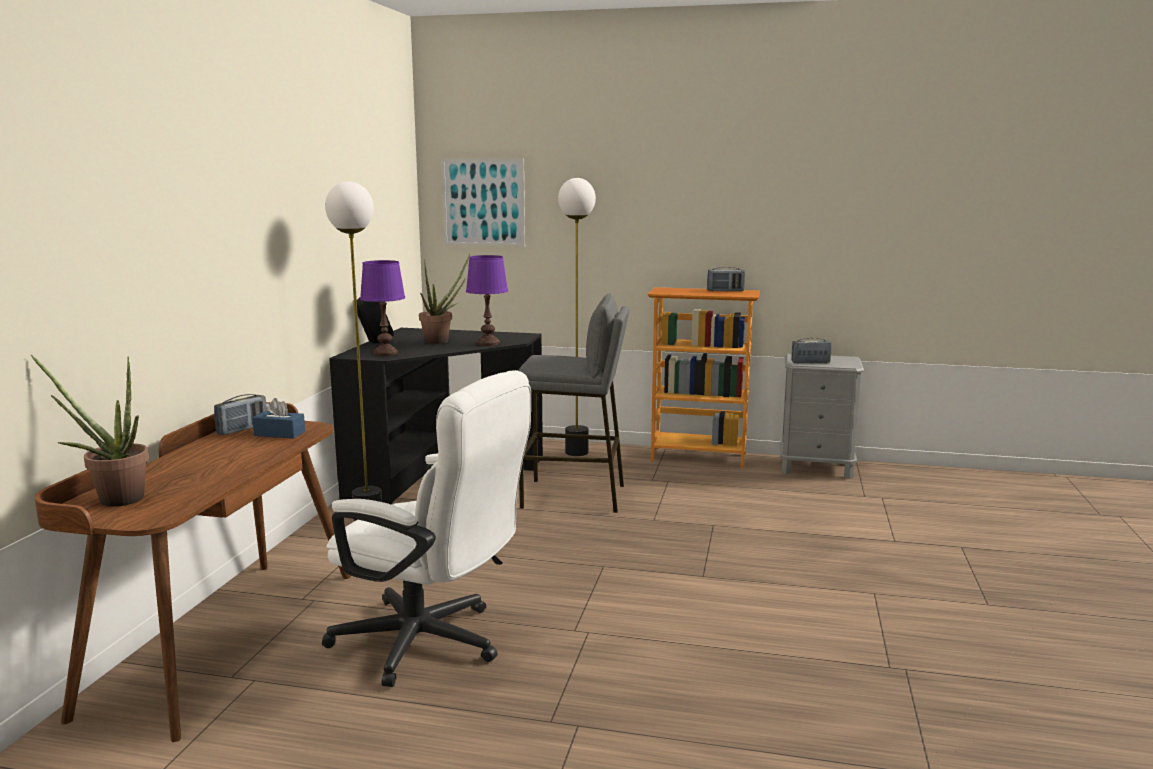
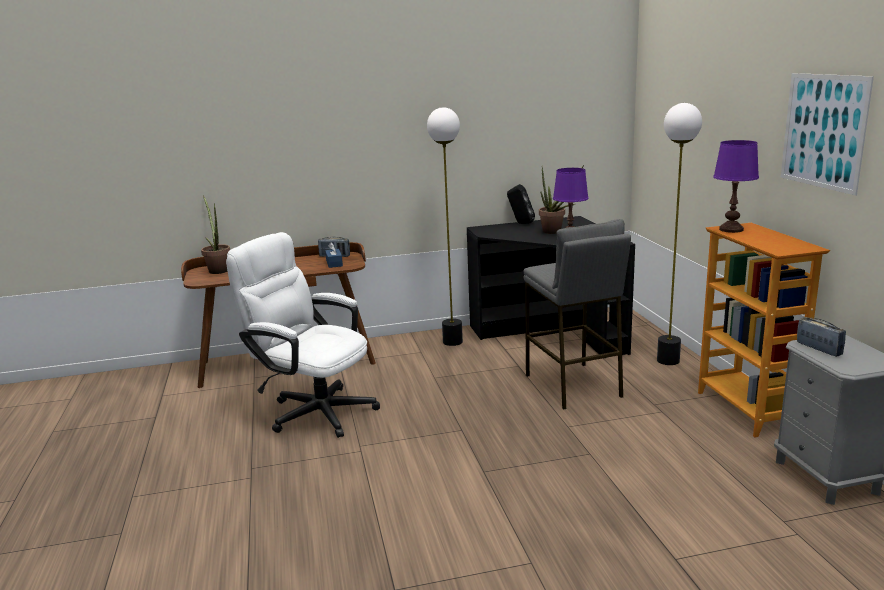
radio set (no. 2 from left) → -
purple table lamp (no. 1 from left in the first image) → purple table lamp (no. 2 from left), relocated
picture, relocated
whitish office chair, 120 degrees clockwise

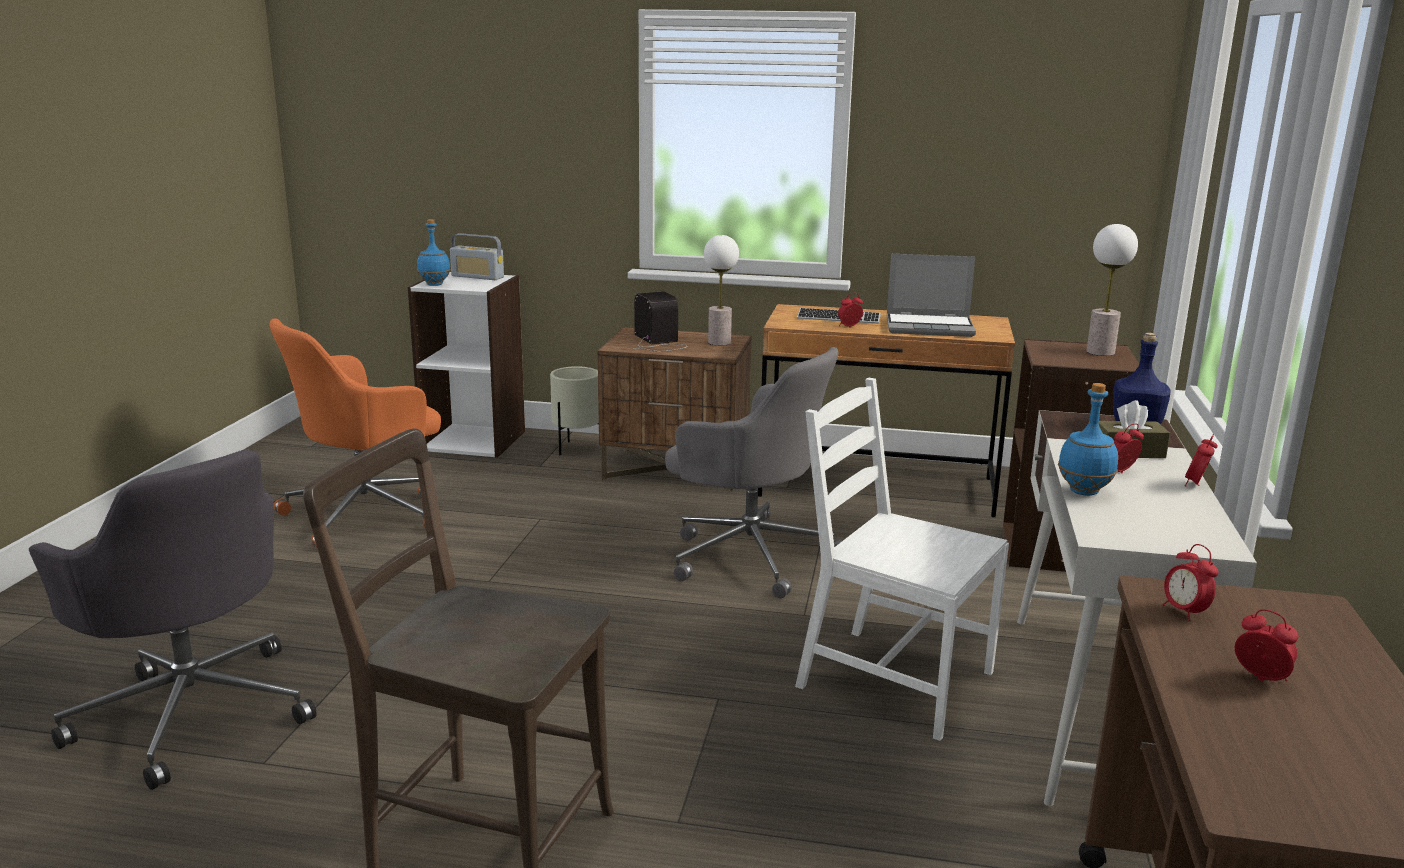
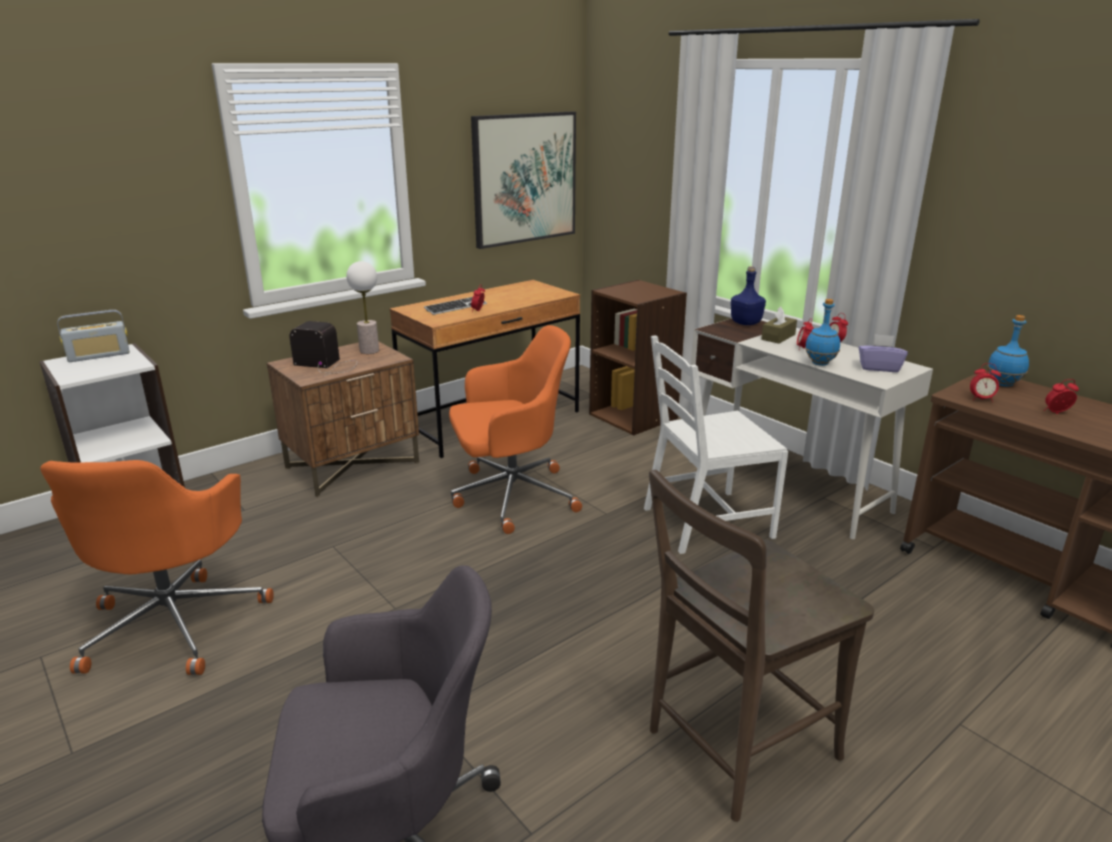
beige flower pot → -
laptop → -
table lamp (no. 2 from left) → -
- → picture
- → purple box of tissues
blue bottle (no. 1 from left in the first image) → blue bottle (no. 3 from left), relocated
gray office chair (no. 2 from left) → orangey office chair (no. 2 from left)

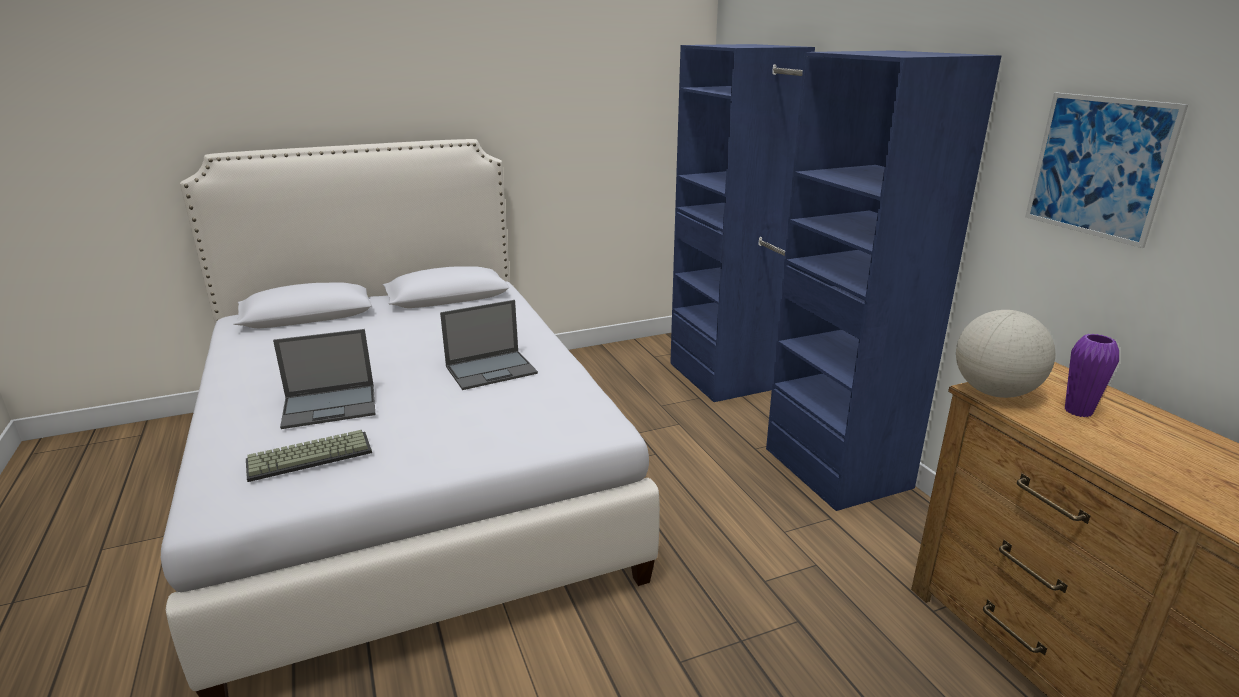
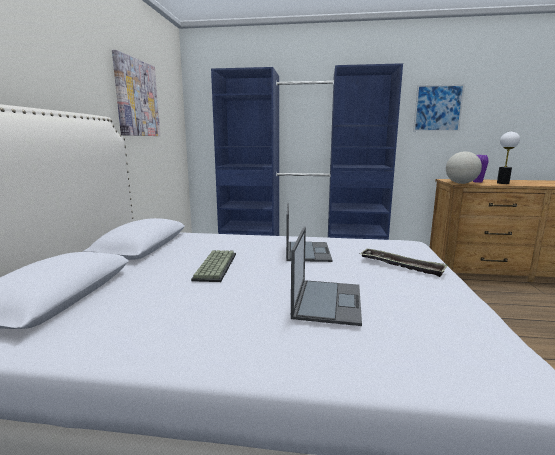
- → picture (no. 1 from left)
- → serving tray
- → table lamp
PC keyboard, relocated

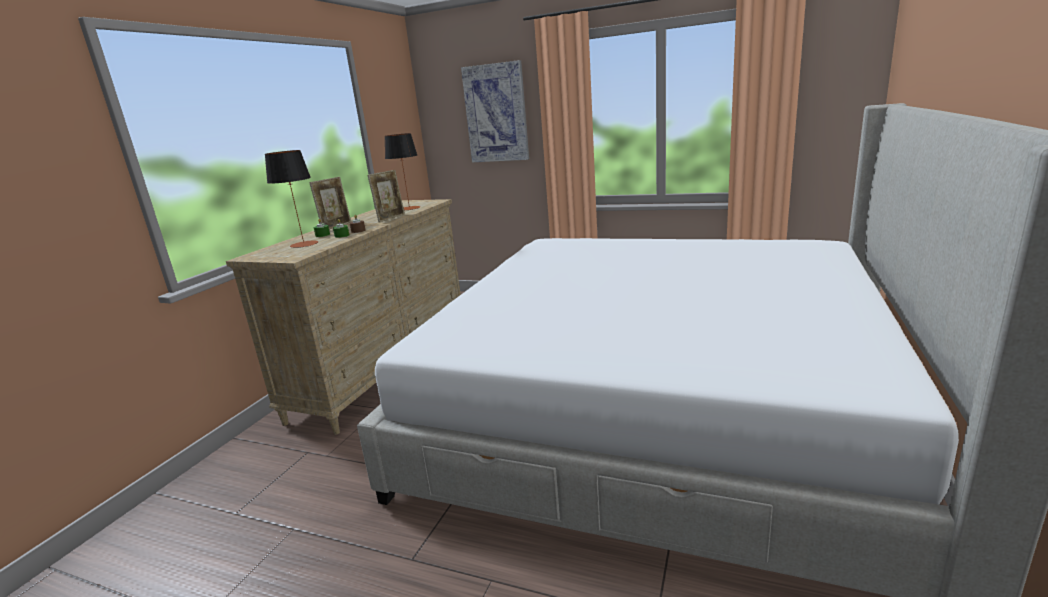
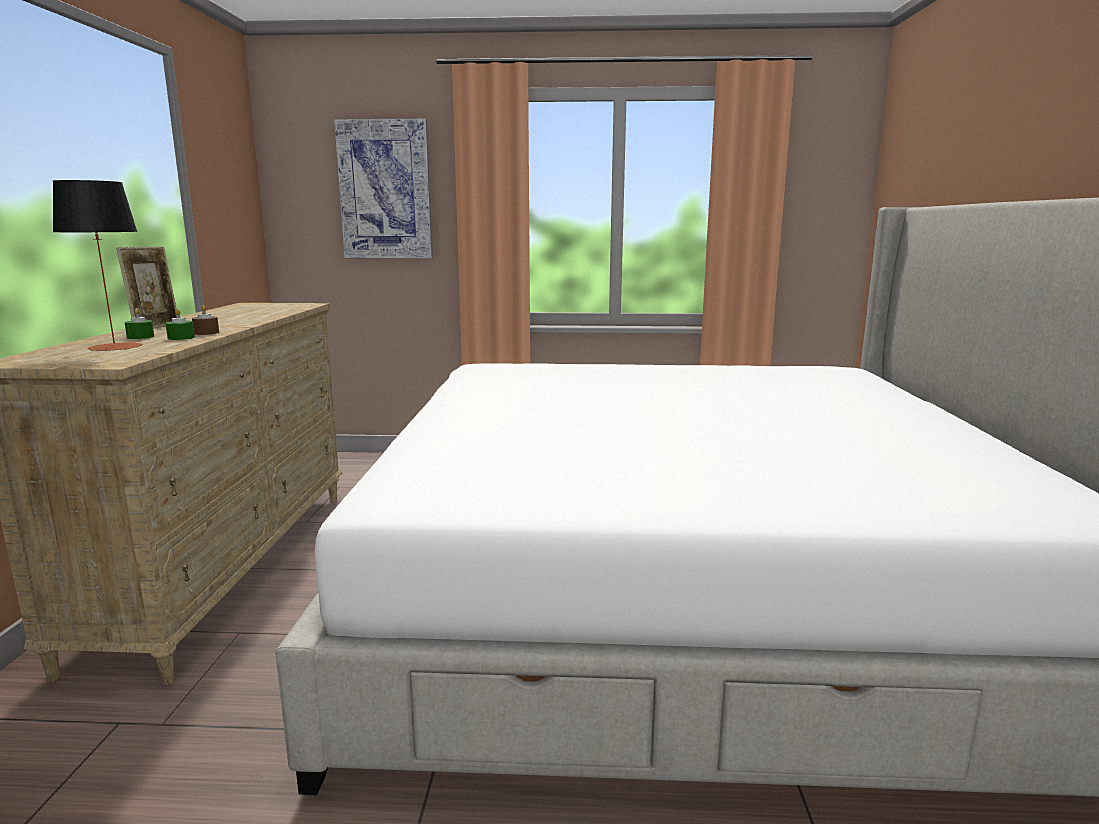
standing frame (no. 2 from left) → -
table lamp (no. 2 from left) → -

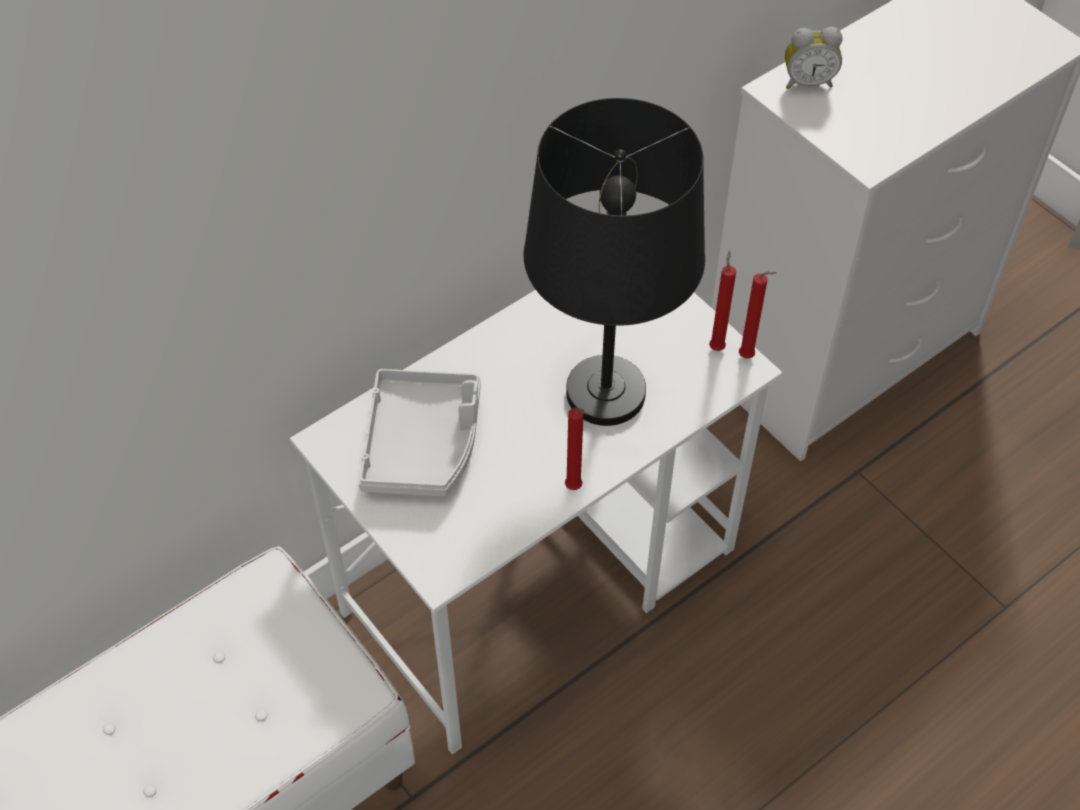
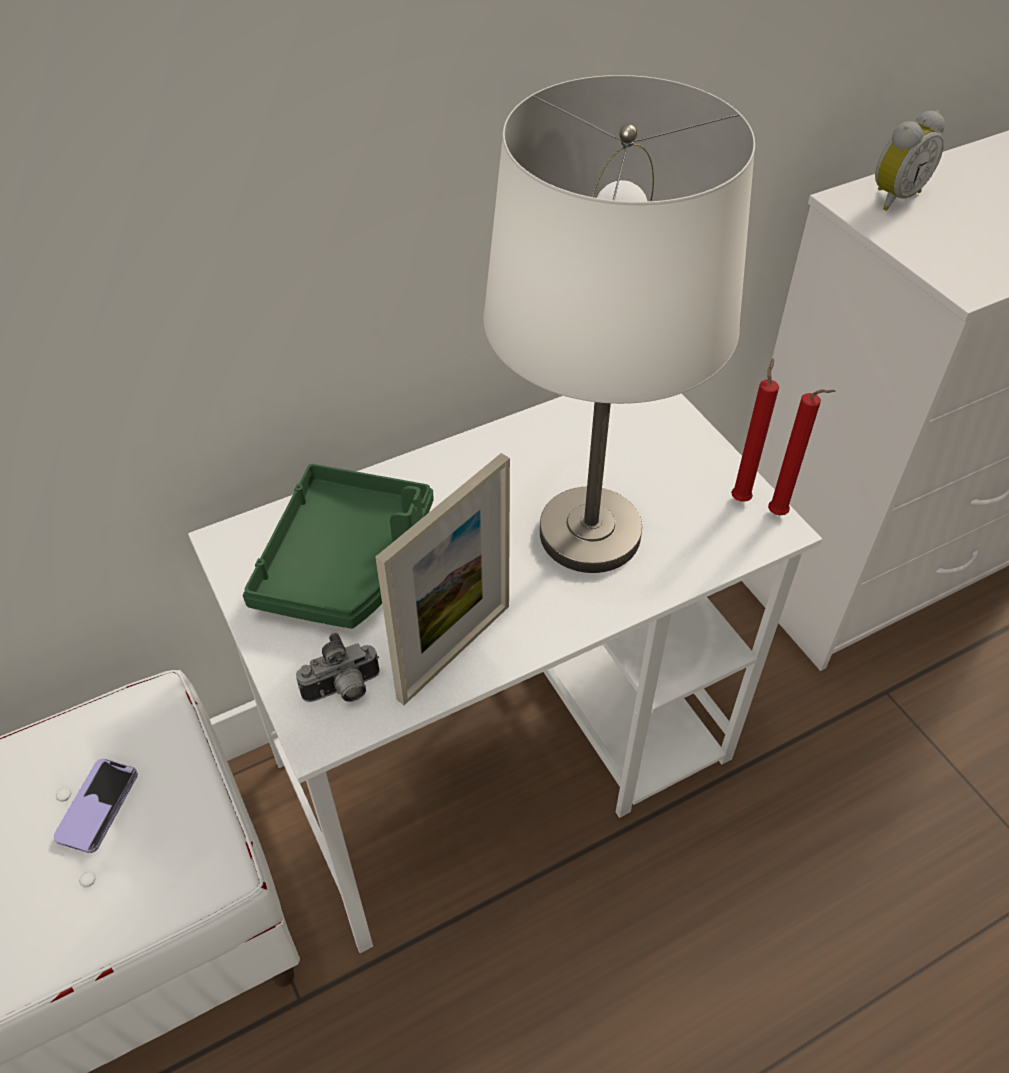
red candle (no. 1 from left) → -
- → handset
- → photo camera
- → standing frame
gray serving tray → green serving tray
black-coloured table lamp → whitish table lamp
alarm clock, 45 degrees counterclockwise

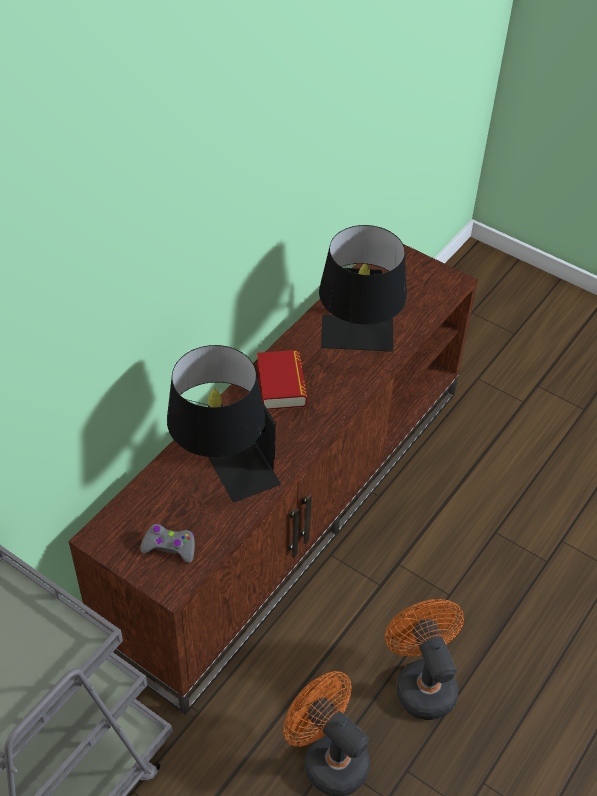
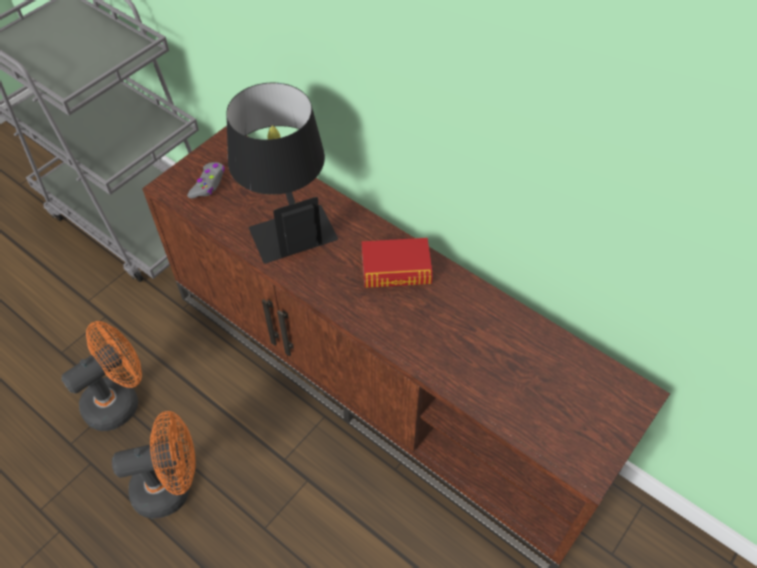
black-coloured table lamp (no. 2 from left) → -

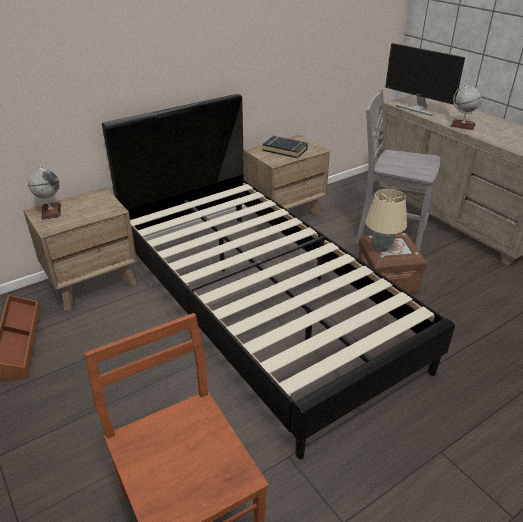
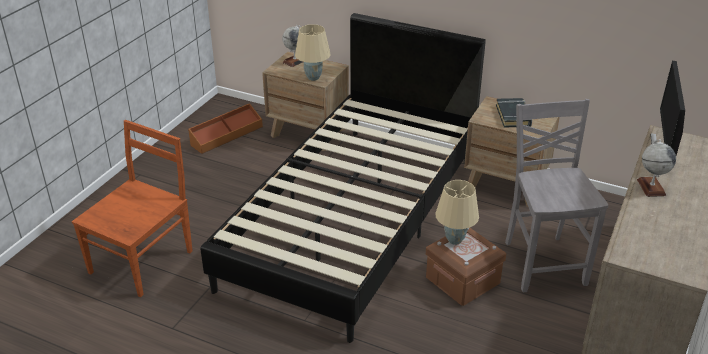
- → beige table lamp (no. 1 from left)

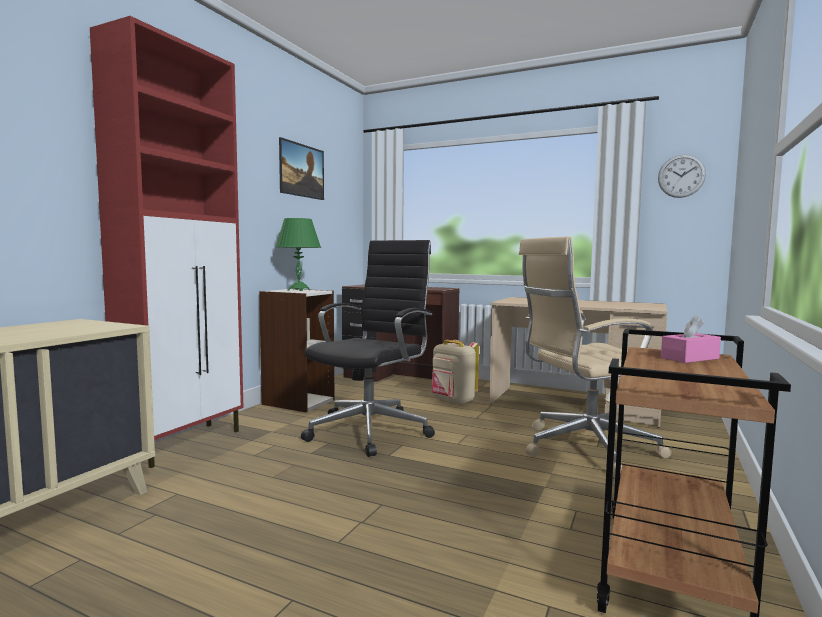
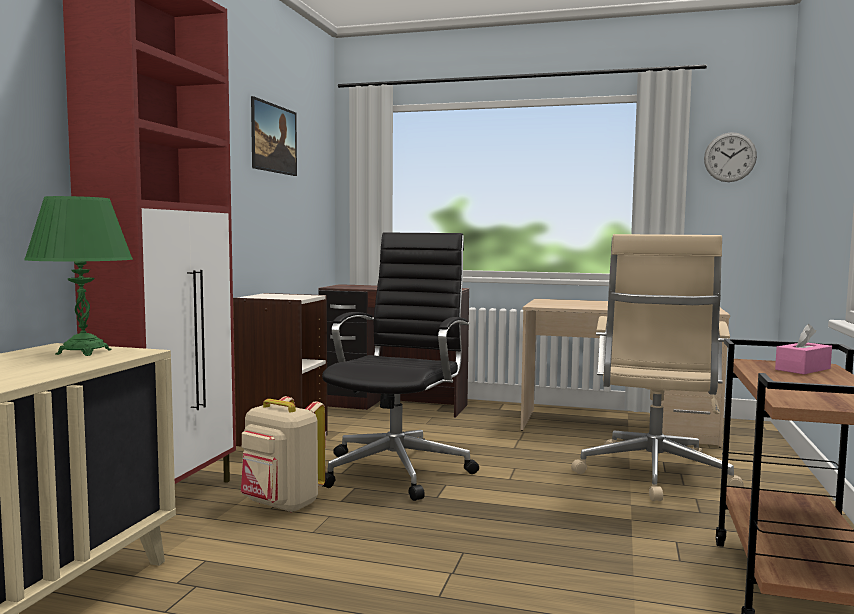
green table lamp, relocated
beige knapsack, relocated
beige office chair, 45 degrees counterclockwise

